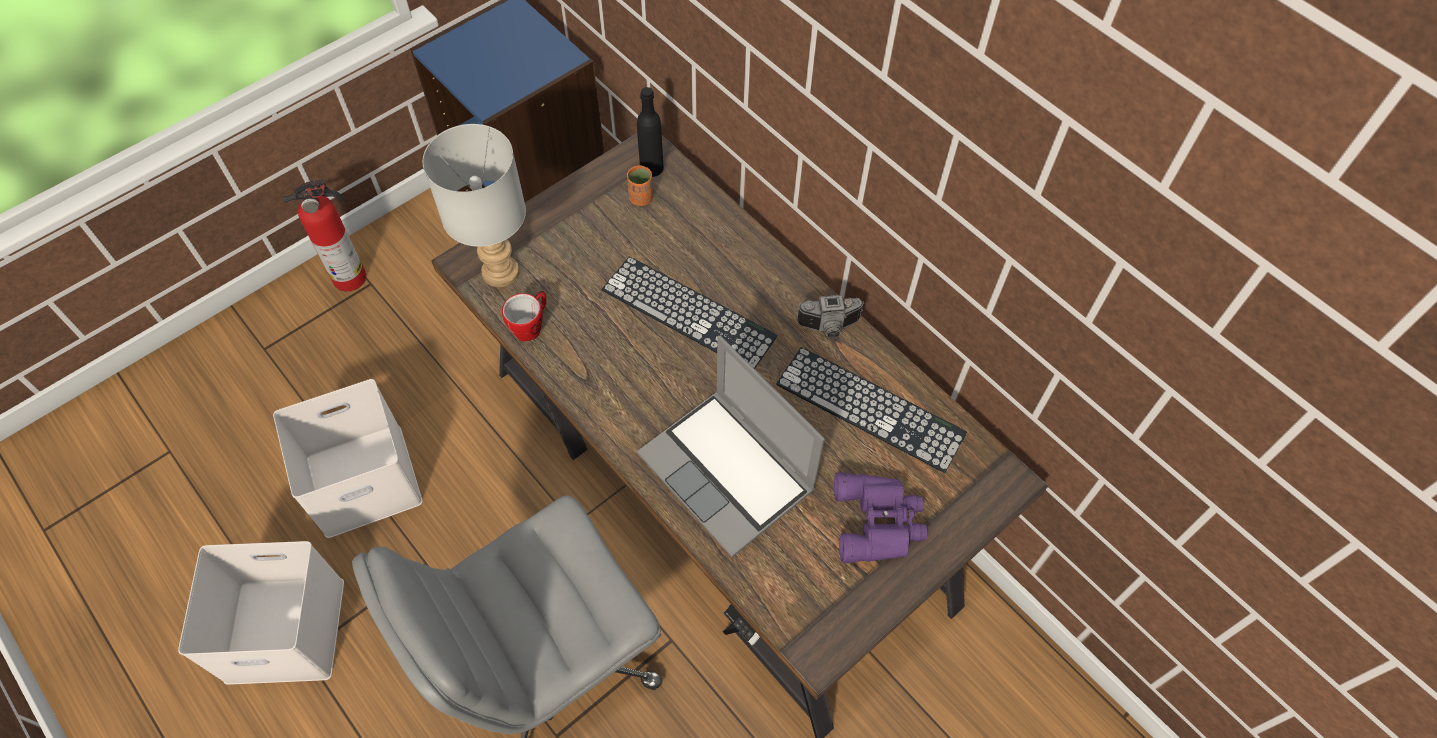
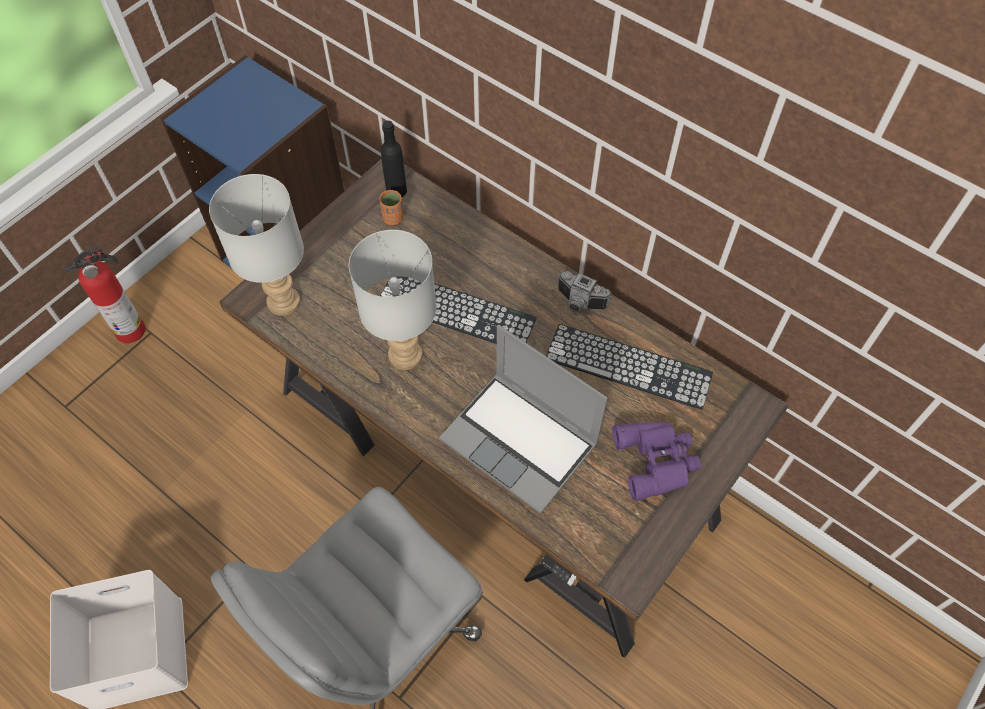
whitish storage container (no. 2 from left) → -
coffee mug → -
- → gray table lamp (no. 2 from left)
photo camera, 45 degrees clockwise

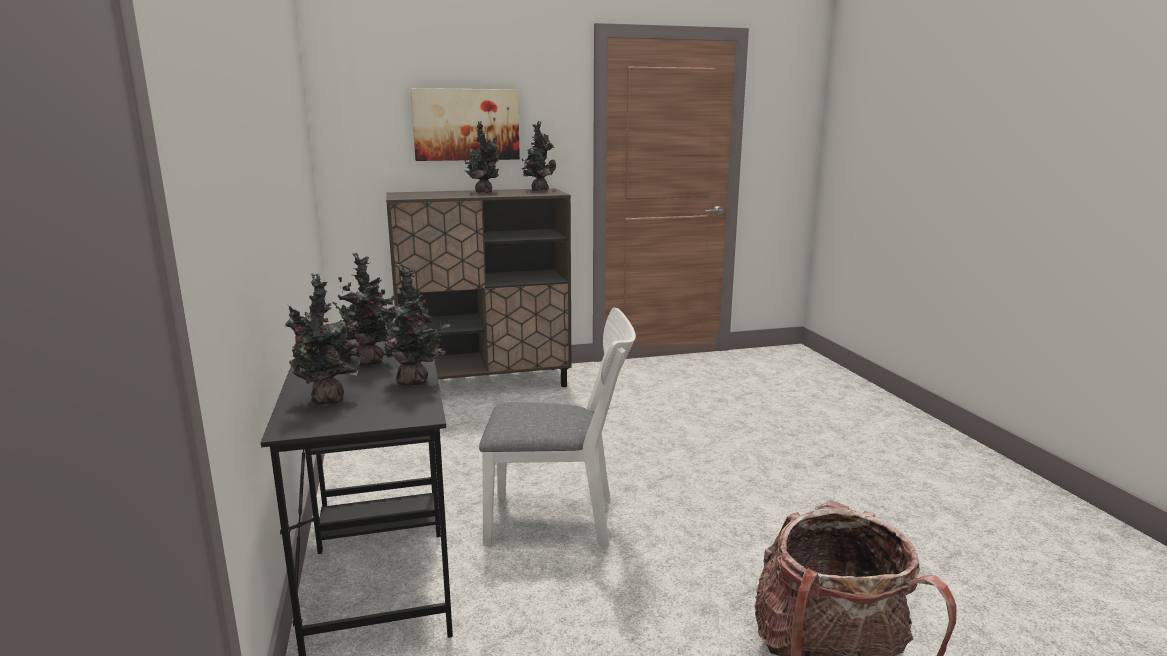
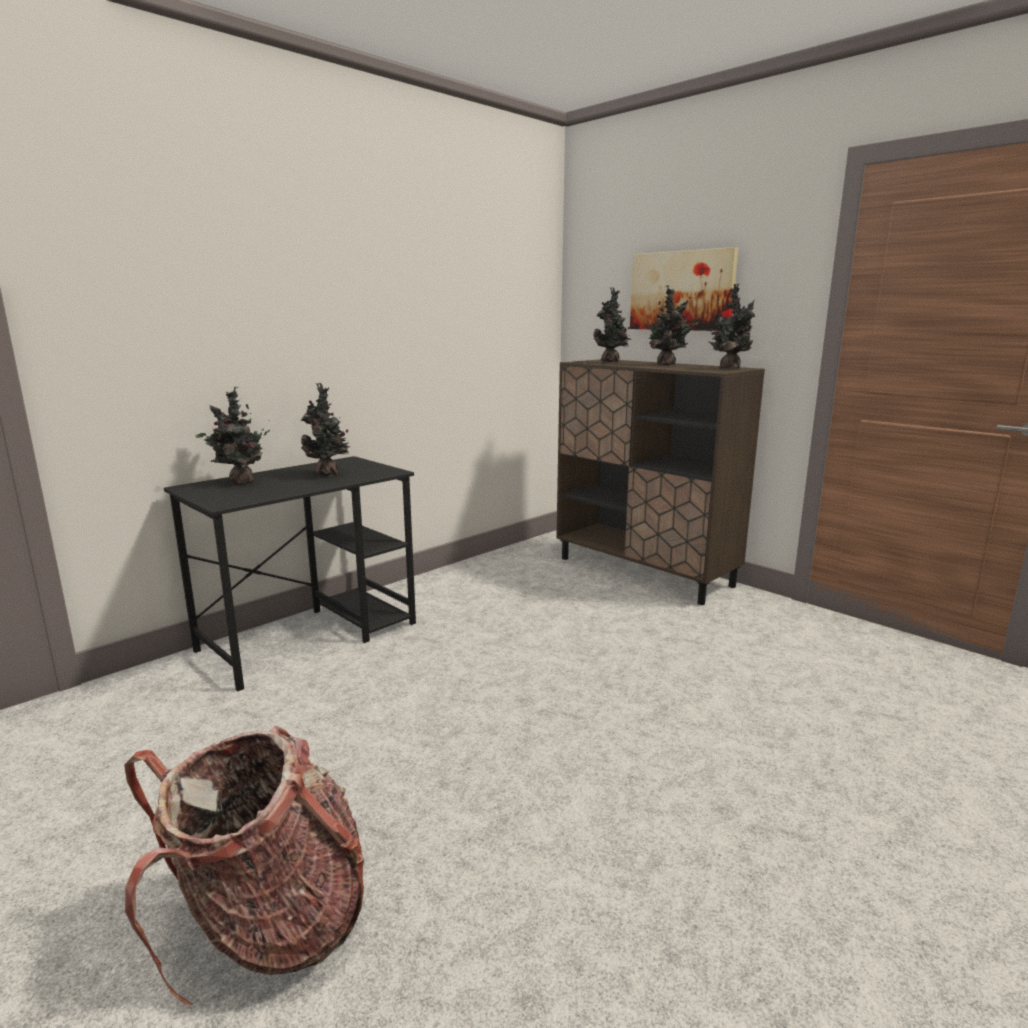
whitish plain chair → -
plant in a pot (no. 3 from left), relocated

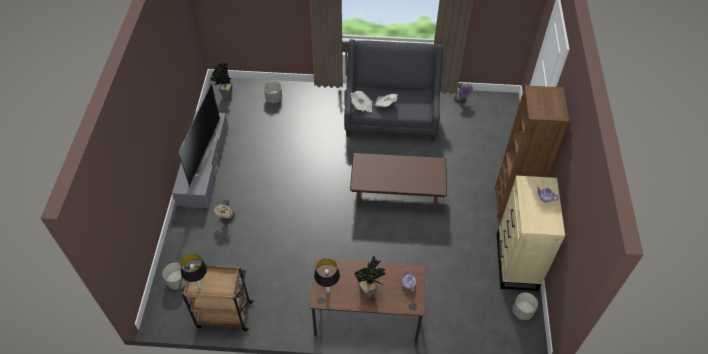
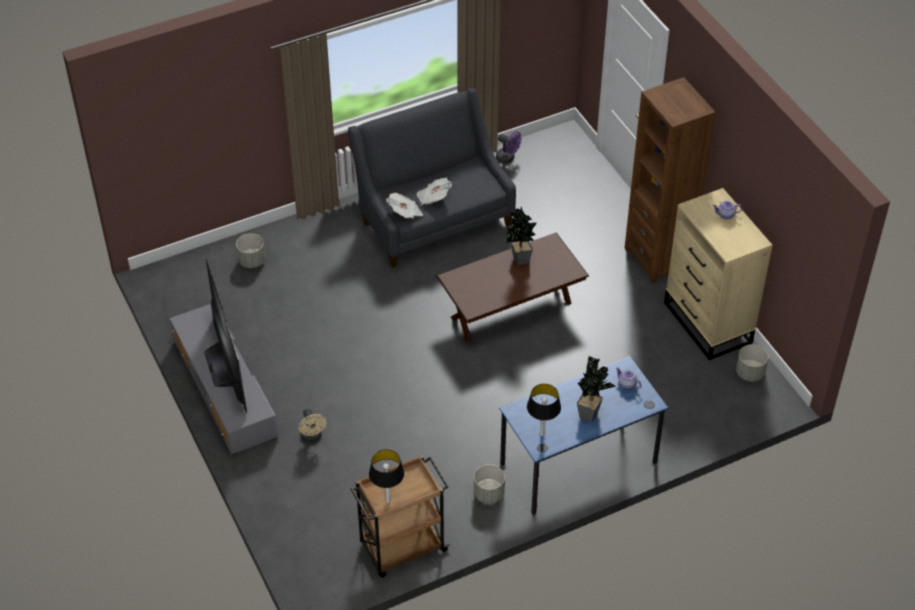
gray flower pot (no. 1 from left in the first image) → gray flower pot (no. 2 from left), relocated
plant in a pot (no. 1 from left), relocated
brown desk table → blue desk table

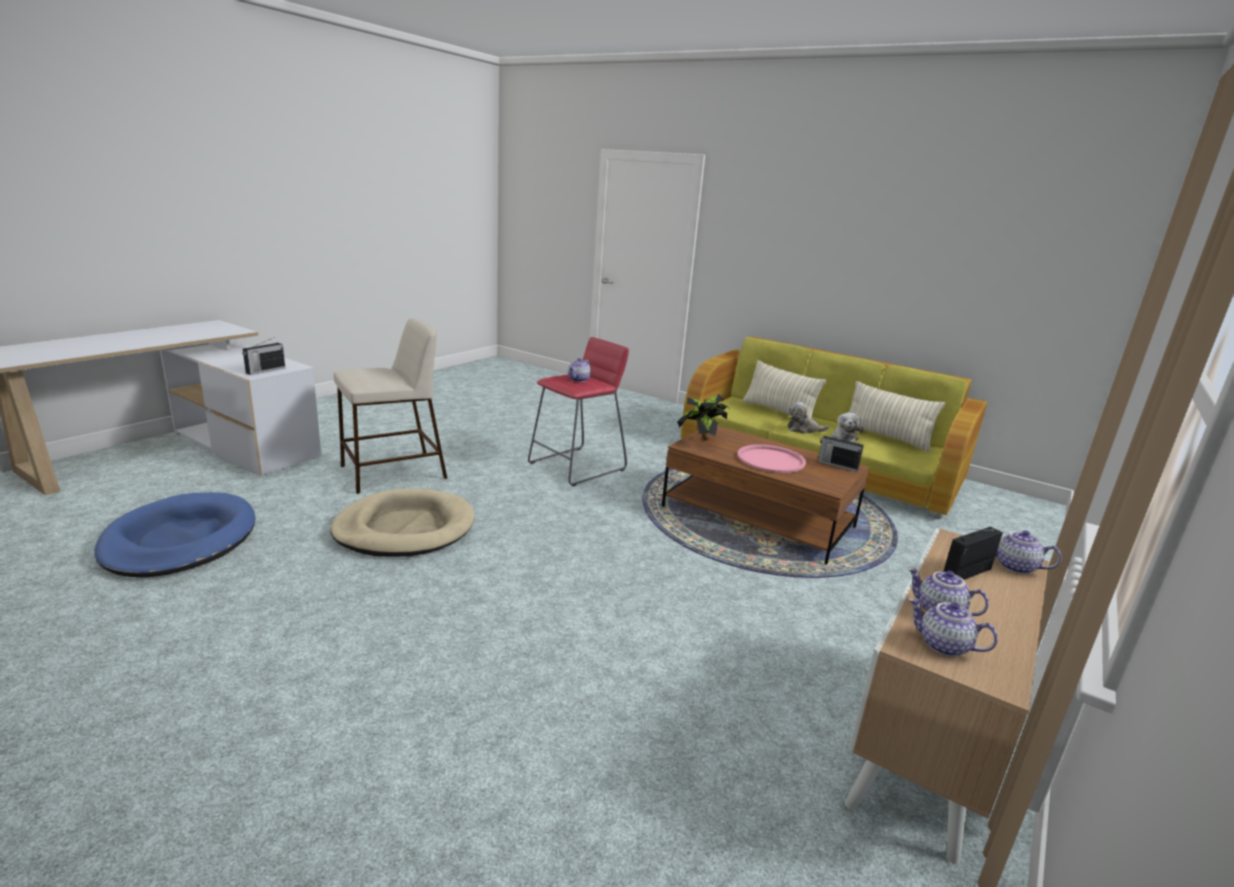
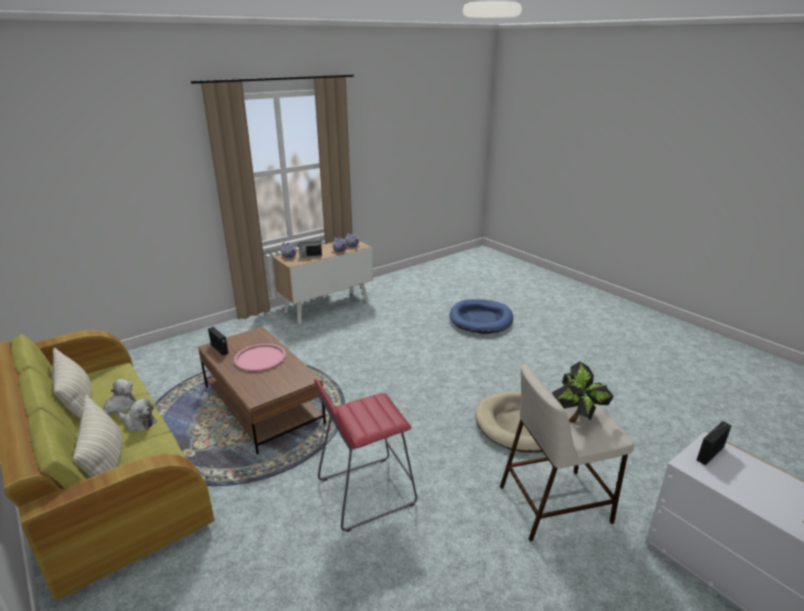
pot for tea (no. 1 from left) → -
blue dog bed, relocated
plant in a pot, relocated

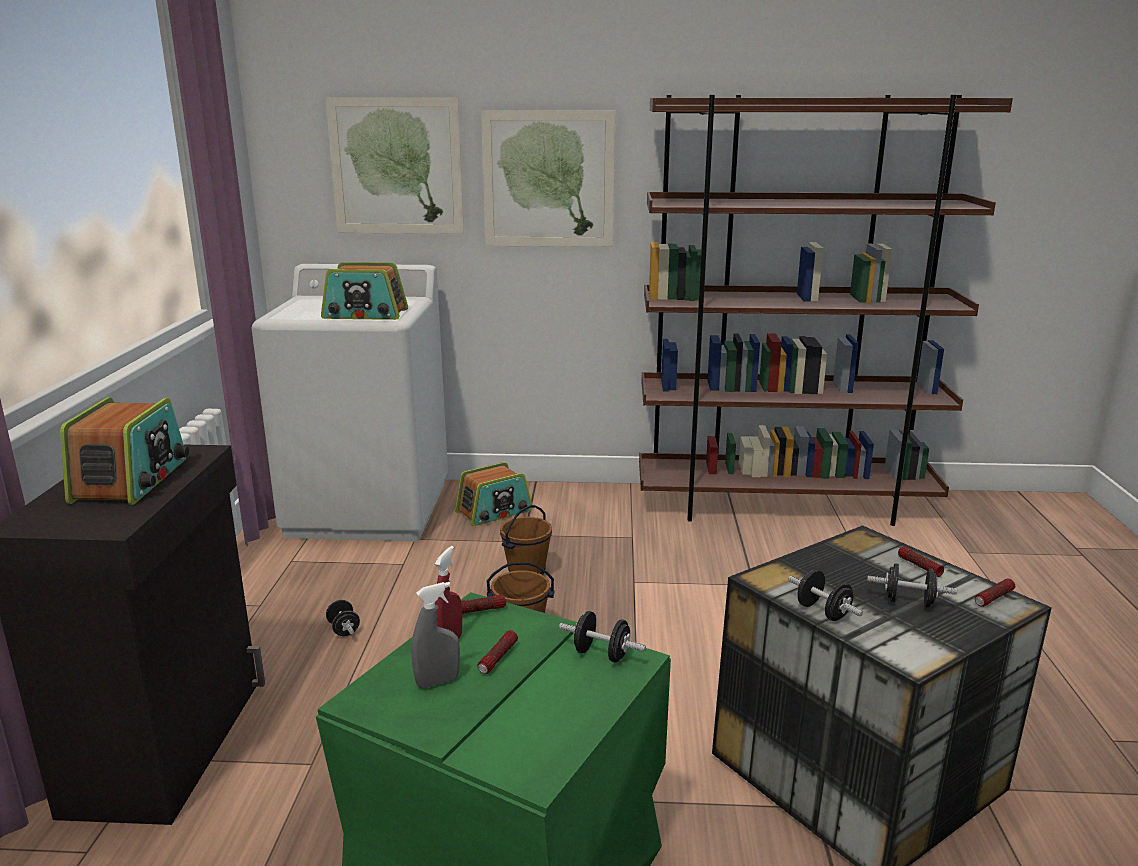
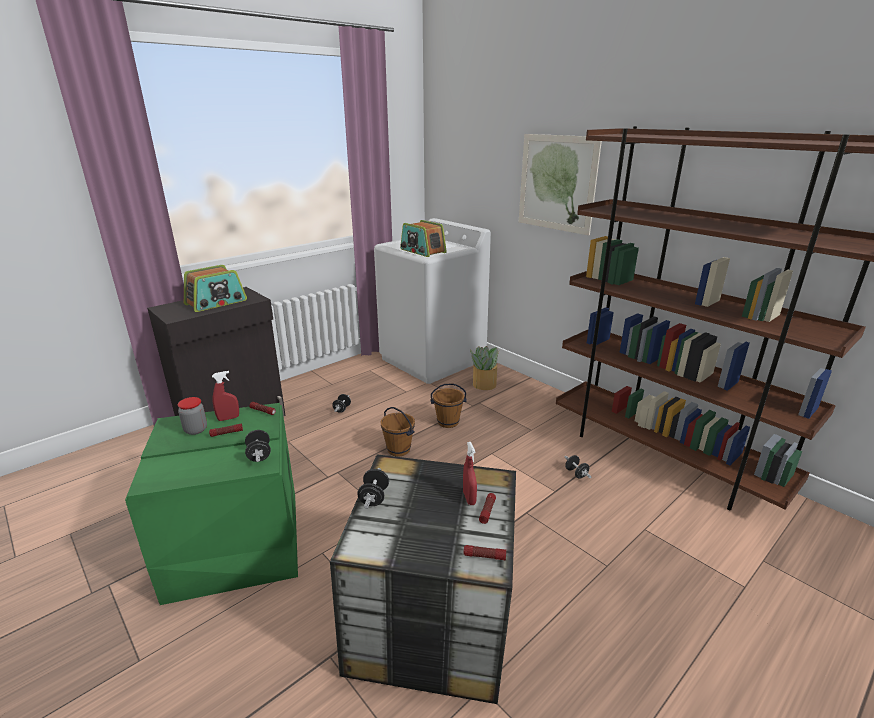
picture (no. 1 from left) → -
- → red hand sprayer (no. 2 from left)
black-coloured dumbbell (no. 4 from left), relocated
gray hand sprayer → jar
radio set (no. 3 from left) → plant in a pot

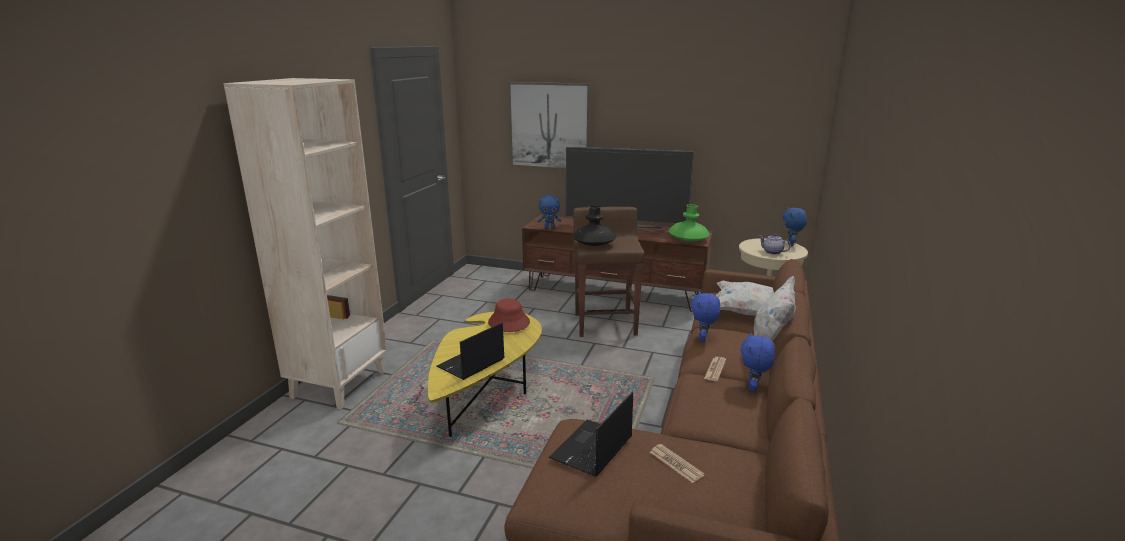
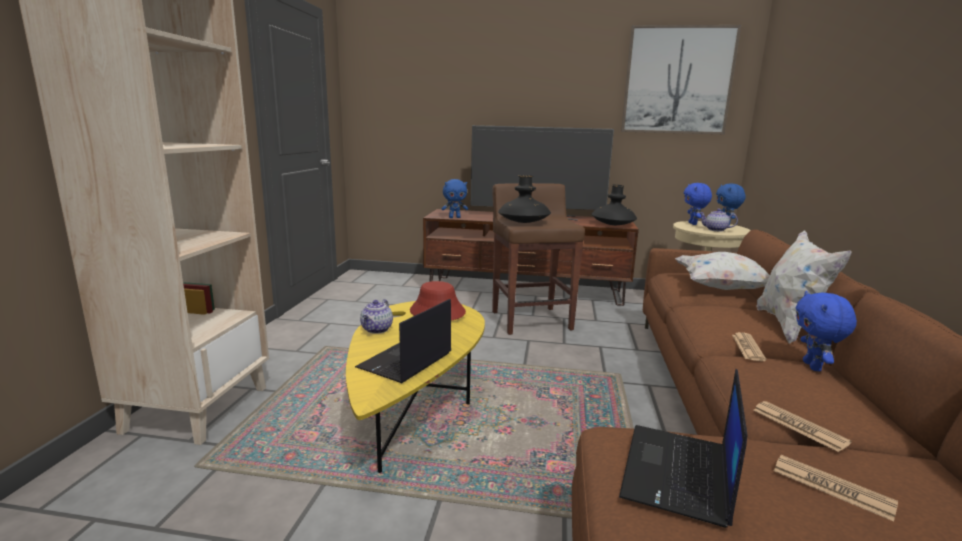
- → pot for tea (no. 1 from left)
- → daily paper (no. 2 from left)
picture, relocated
blue soft toy (no. 2 from left), relocated
green decorative vase → black-coloured decorative vase (no. 2 from left)

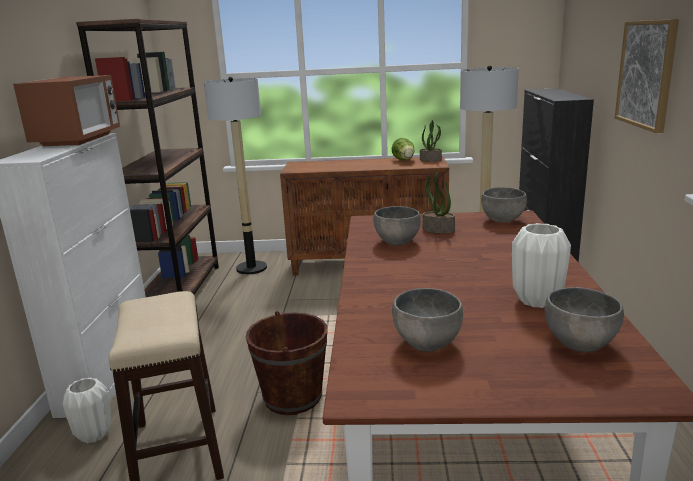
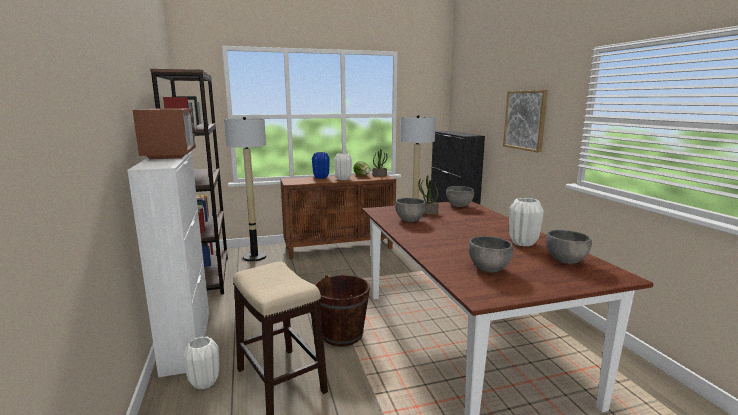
- → blue decorative vase
- → whitish decorative vase (no. 2 from left)

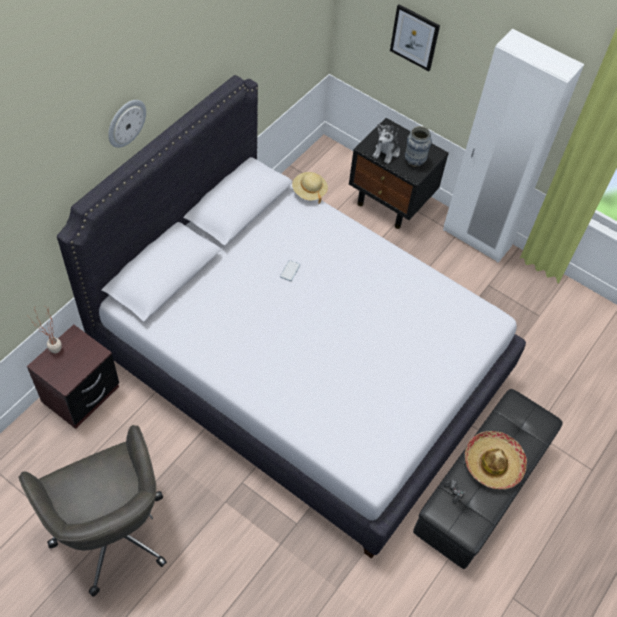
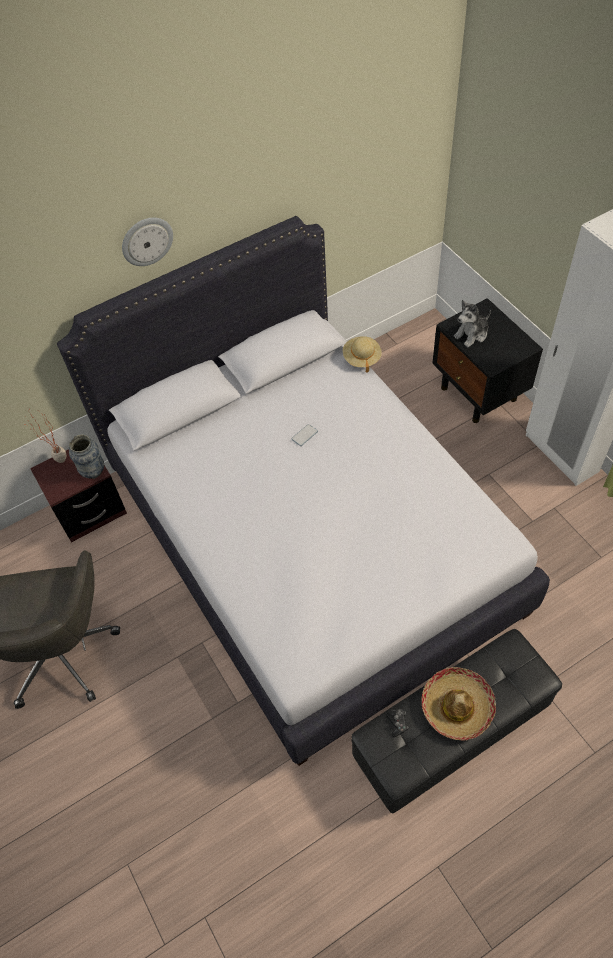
picture → -
decorative vase, relocated

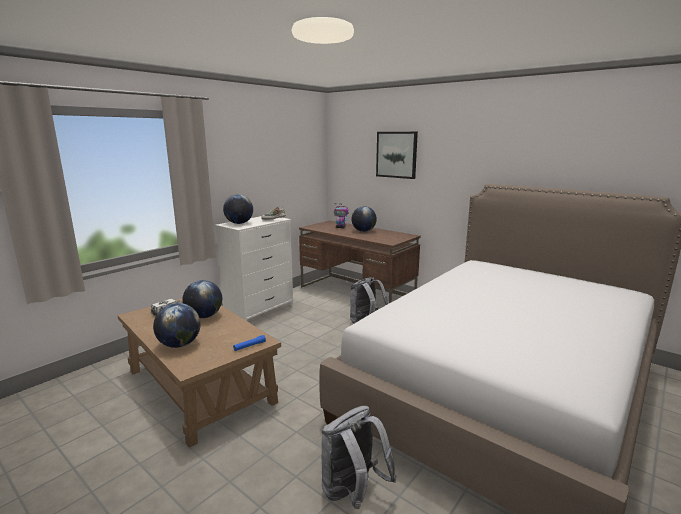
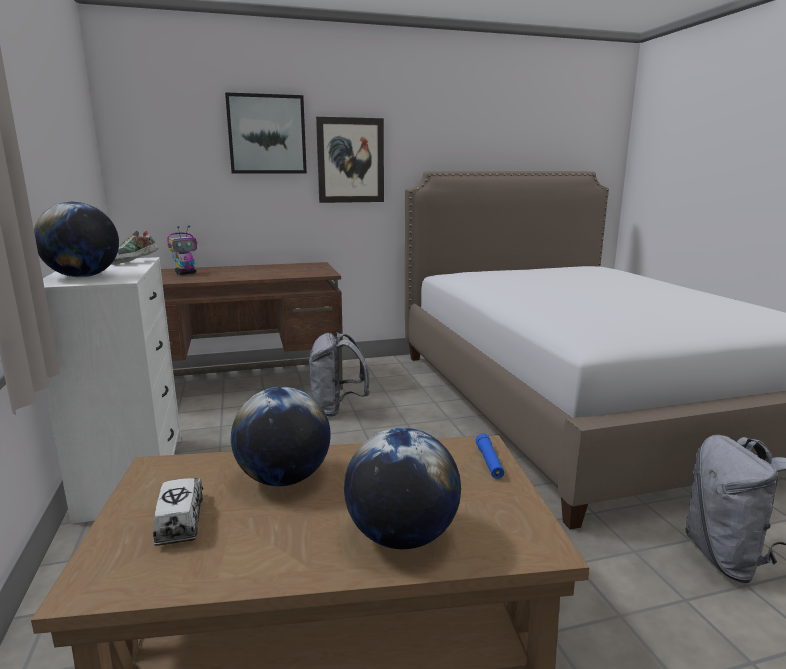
world globe (no. 4 from left) → -
- → picture (no. 2 from left)

